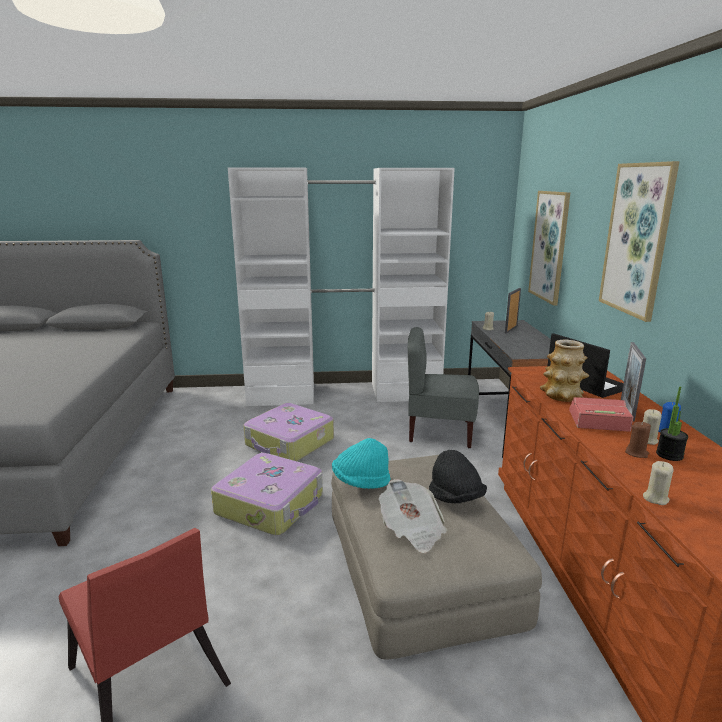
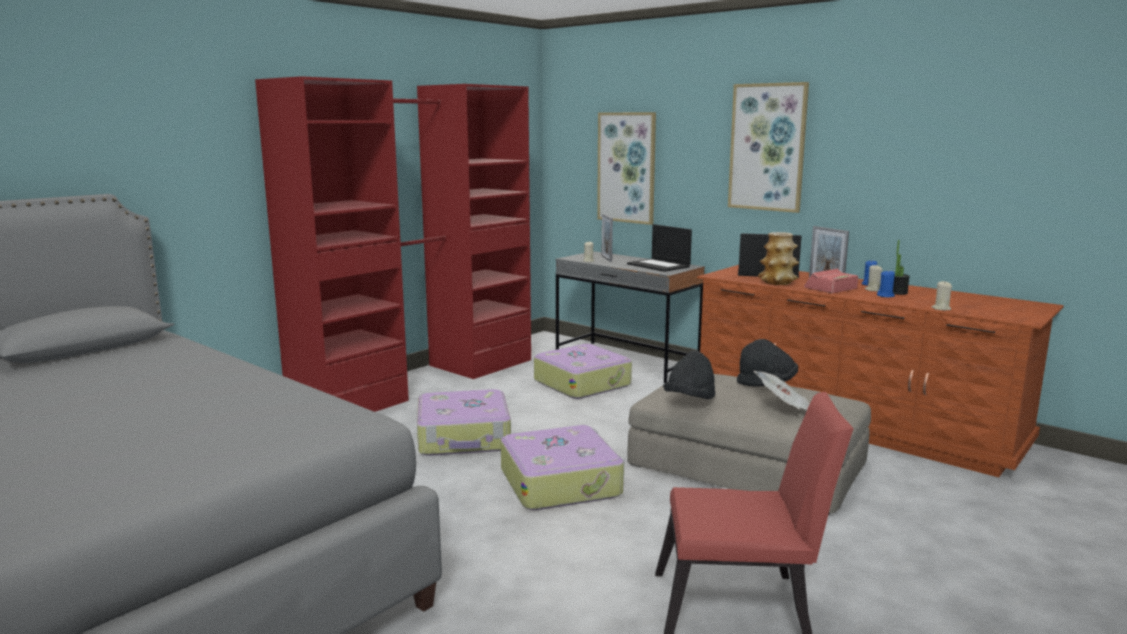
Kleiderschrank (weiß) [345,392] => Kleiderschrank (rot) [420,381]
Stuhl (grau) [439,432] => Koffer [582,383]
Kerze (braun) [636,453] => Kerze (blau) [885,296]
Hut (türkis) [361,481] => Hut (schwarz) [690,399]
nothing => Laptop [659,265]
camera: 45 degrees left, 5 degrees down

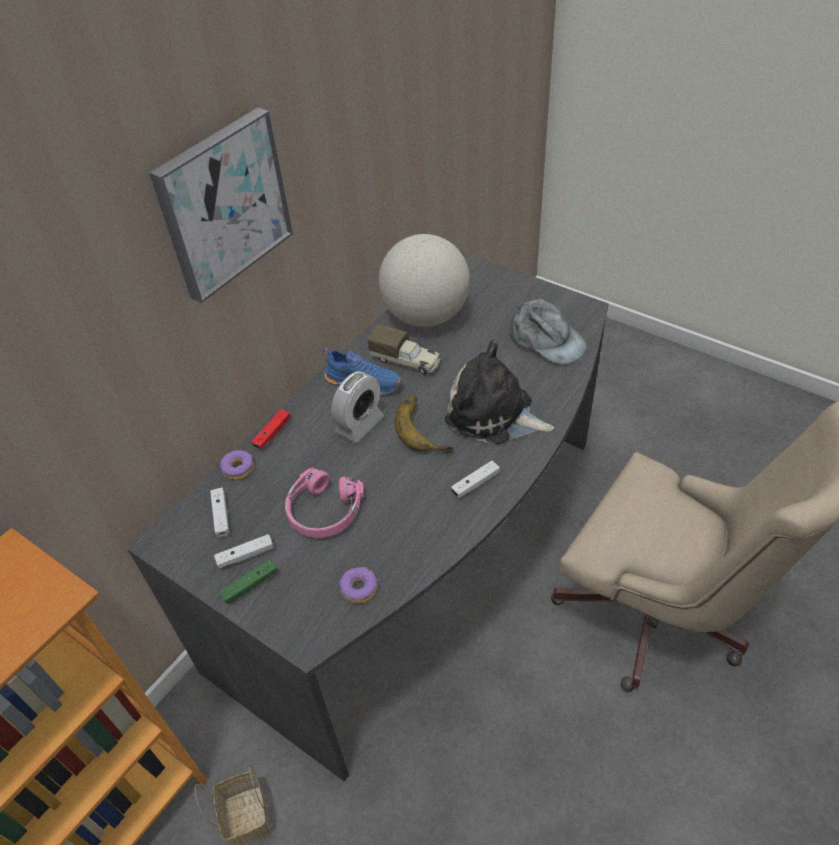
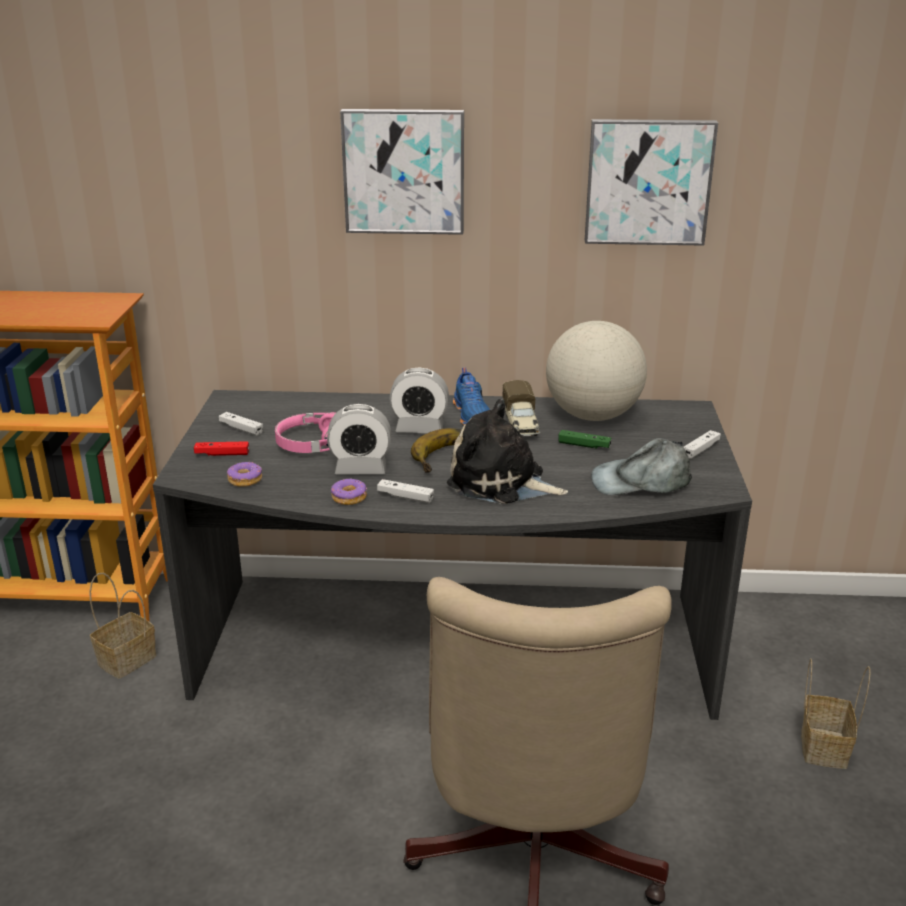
Kappe (grau) [546,340] => Kappe (grau) [641,481], 75 degrees clockwise
Plüschtier [493,415] => Plüschtier [501,482], 60 degrees counterclockwise
Gamepad (rot) [272,433] => Gamepad (rot) [222,454], move
Donut [238,468] => Donut [349,498], move
Gamepad (weiß) [221,516] => Gamepad (weiß) [701,449], move
Gamepad (grün) [250,585] => Gamepad (grün) [584,445], move
nothing => Bild [648,182]
nothing => Wecker [360,469]
nothing => Korb [822,746]
camera: 55 degrees right, 20 degrees down

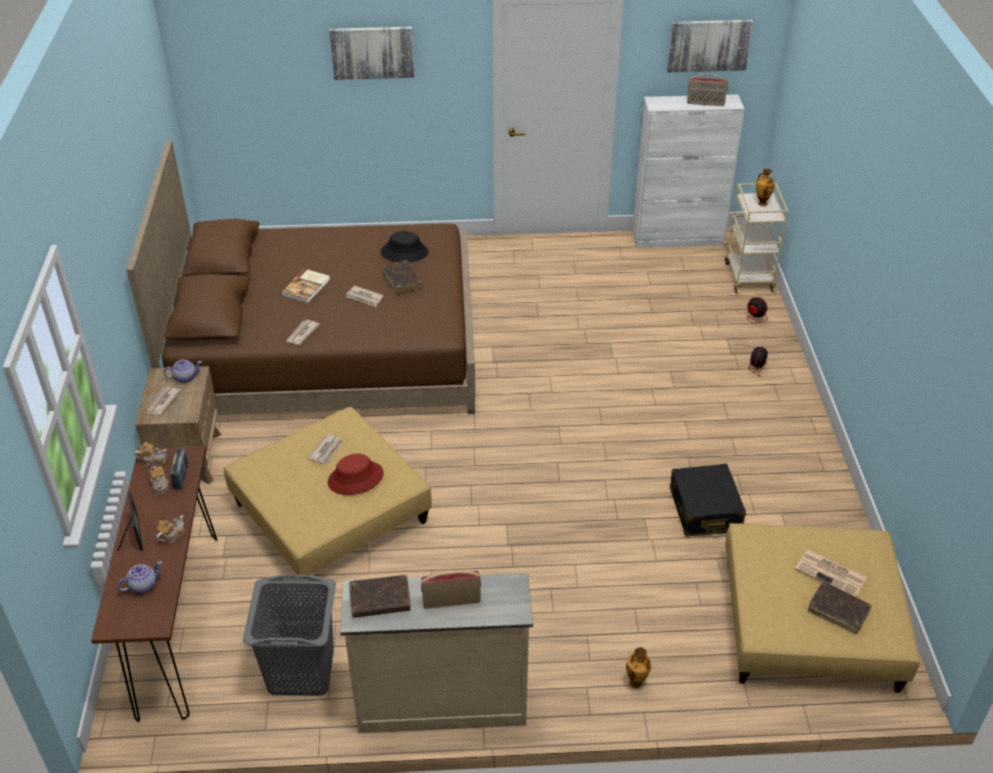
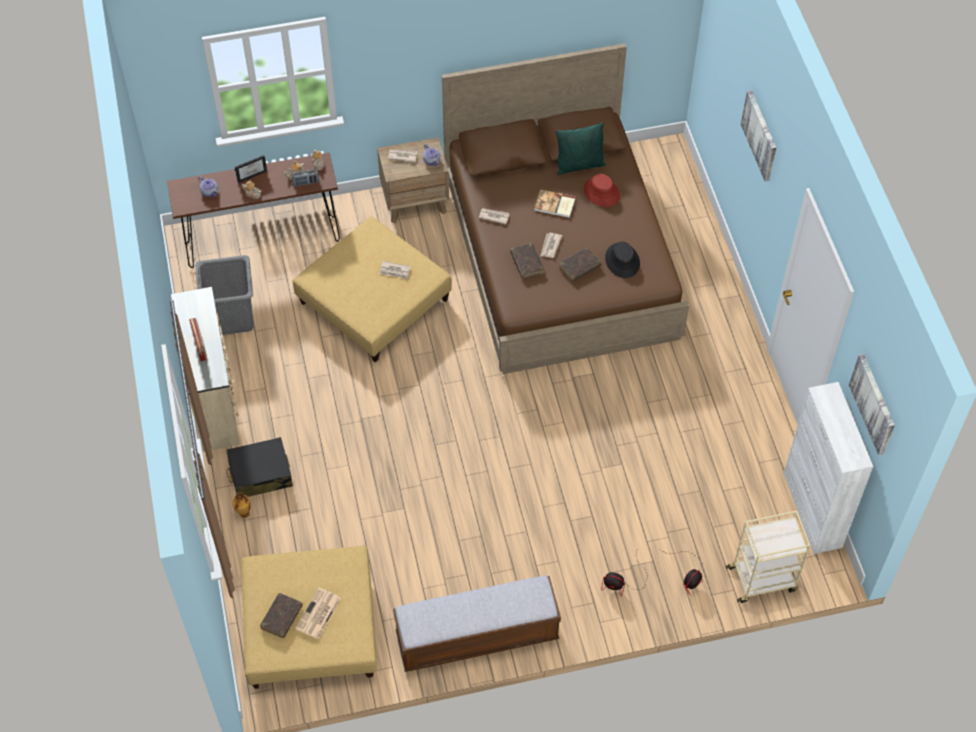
Radio [705,103] => nothing
Vase [761,203] => nothing
Hut (rot) [355,478] => Hut (rot) [601,192], move
Koffer (schwarz) [705,510] => Koffer (schwarz) [260,474], move
Buch (braun) [380,601] => Buch (braun) [527,263], move
nothing => Kissen (grün) [579,165]
nothing => Bank [476,637]
camera: 80 degrees right, 15 degrees up

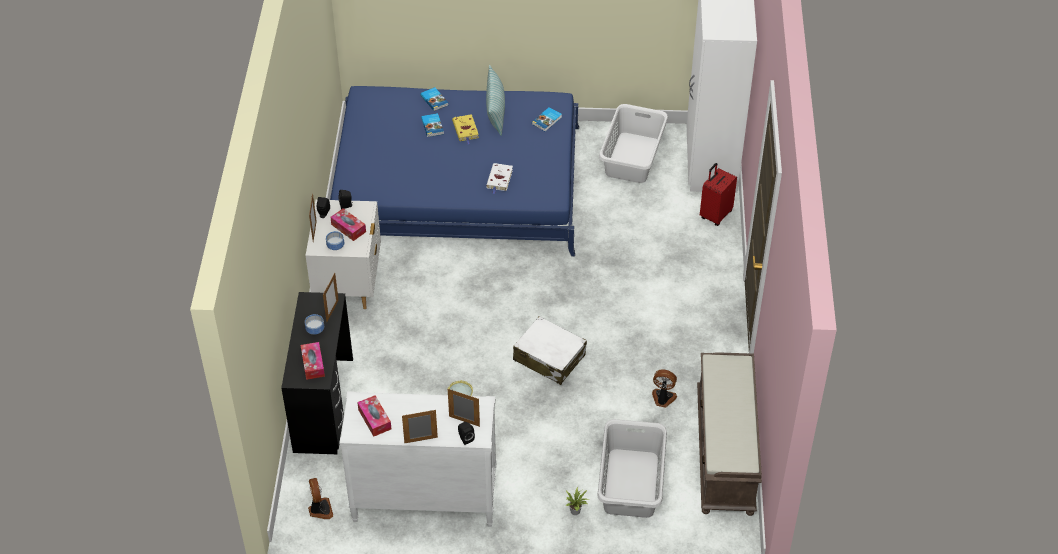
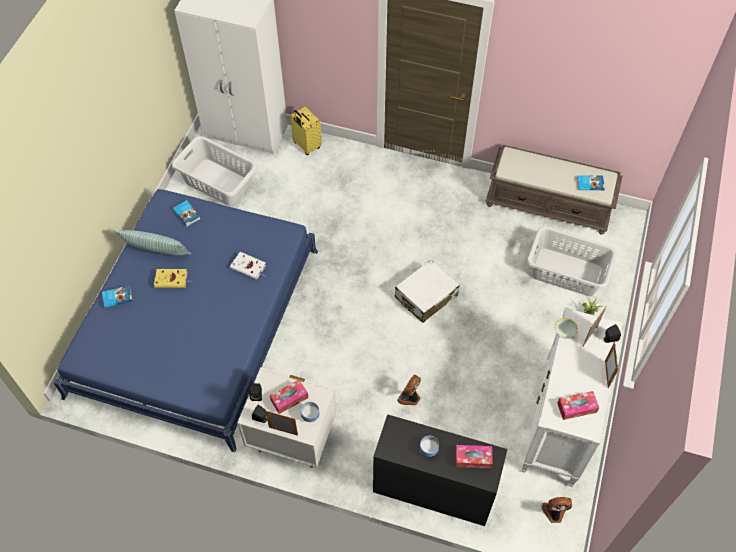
Buch [433,126] => Buch [590,183], move
Koffer (rot) [715,215] => Koffer (gelb) [306,146]
Bilderrahmen [332,311] => nothing
Ventilator [663,399] => Ventilator [410,397], move
camera: 75 degrees left, 10 degrees up

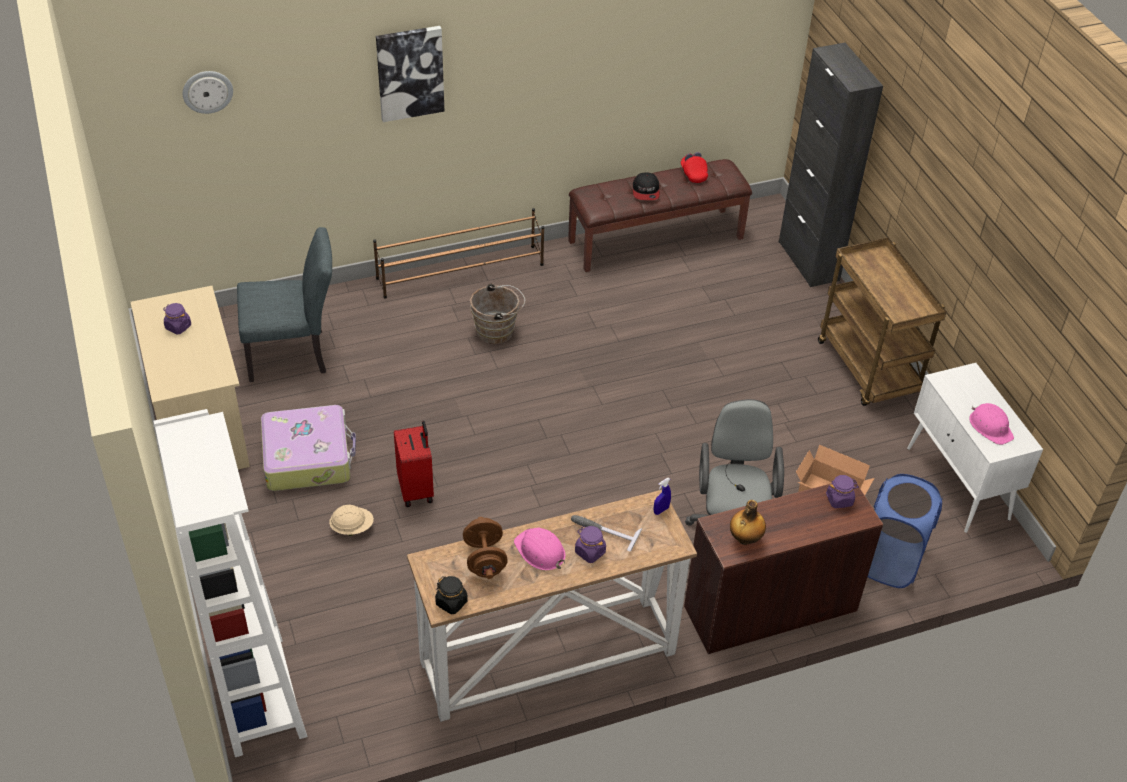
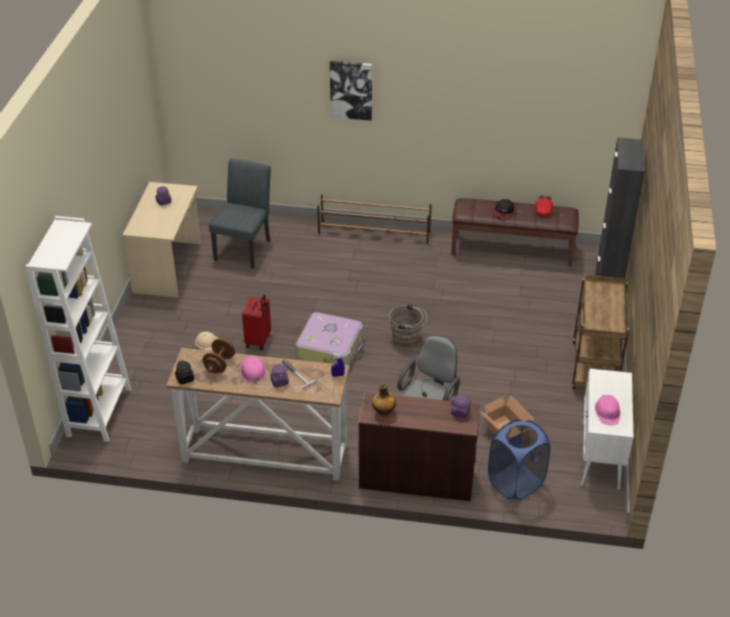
Wanduhr [207,91] => nothing
Stuhl (grau) [294,354] => Stuhl (grau) [245,247], 90 degrees counterclockwise
Eimer (braun) [498,331] => Eimer (braun) [407,338], move
Koffer [308,457] => Koffer [330,348], move
camera: 30 degrees right, 5 degrees down

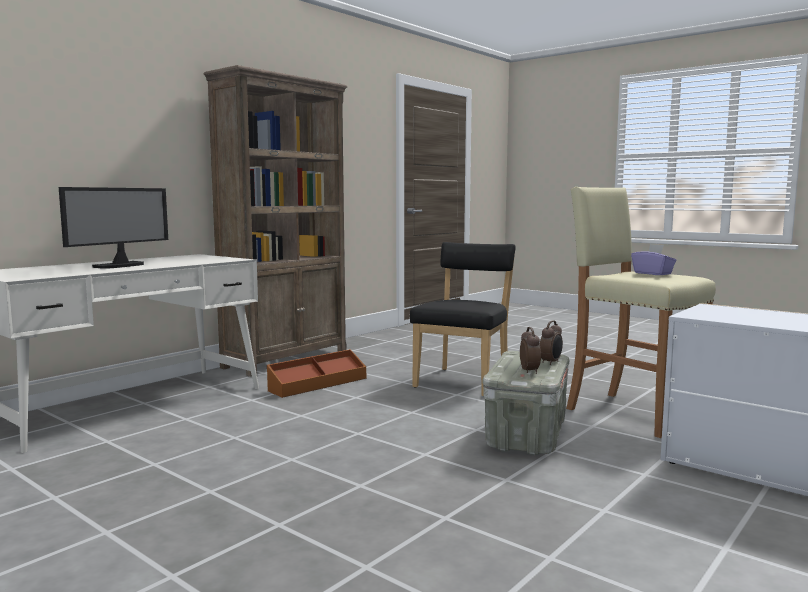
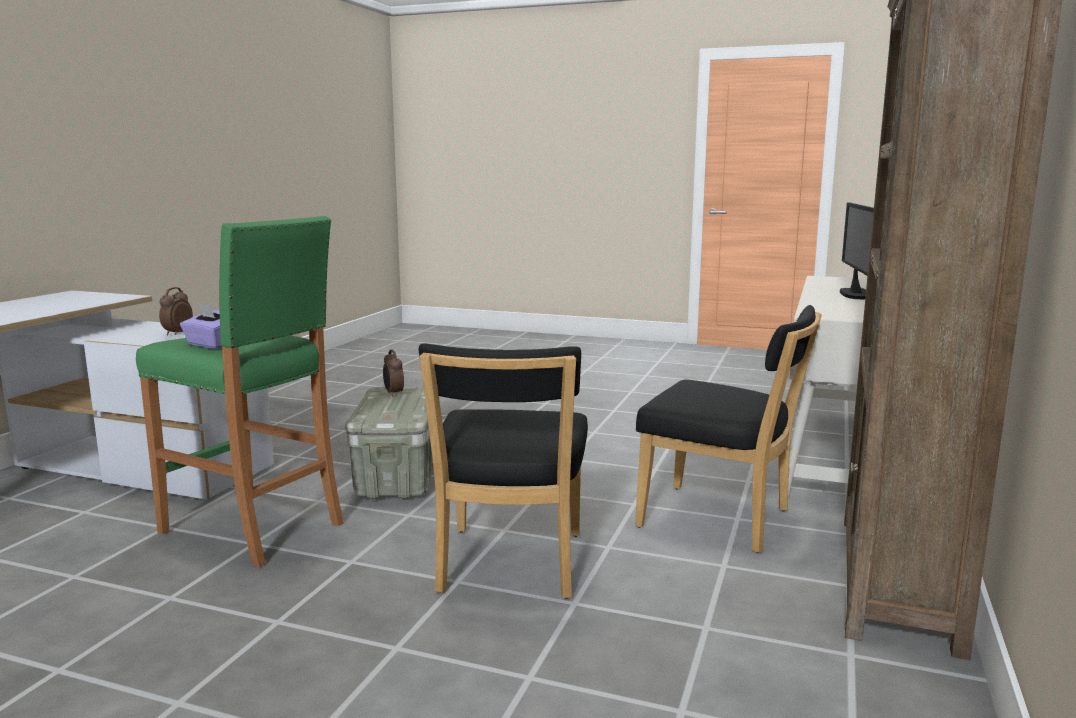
Hocker (beige) [632,413] => Hocker (grün) [253,528]
Wecker [551,362] => Wecker [177,333], move
Aufbewahrungsbox (braun) [317,384] => Stuhl (schwarz) [721,520]
camera: 160 degrees right, 5 degrees up

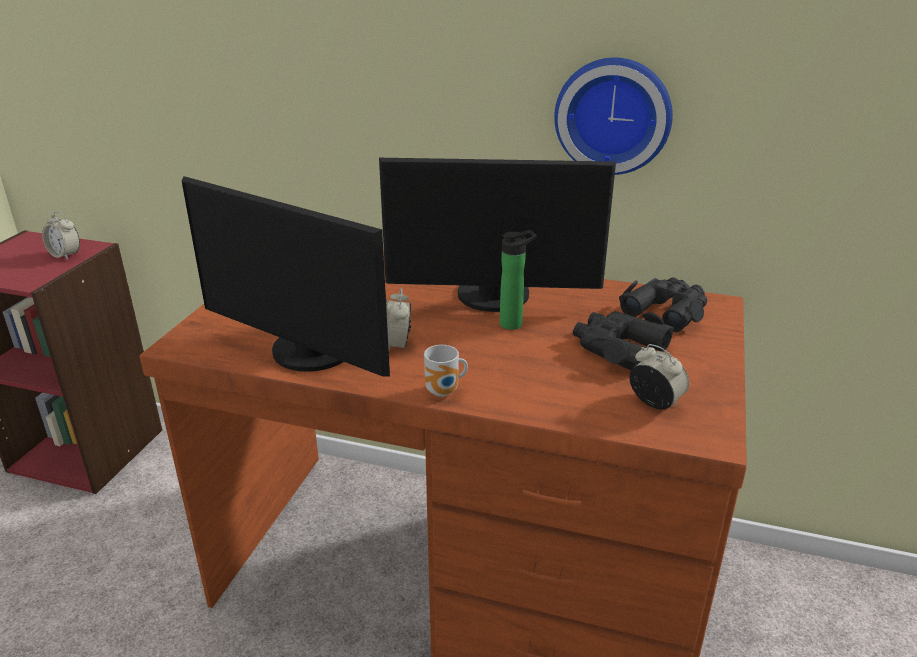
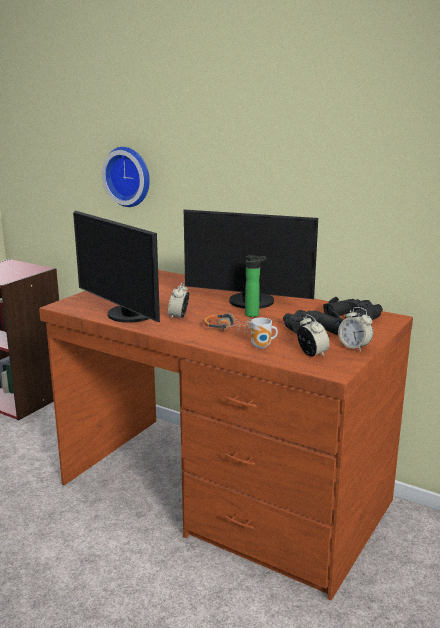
Wanduhr [613,115] => Wanduhr [129,176], move
Wecker [65,255] => Wecker [354,347], move
Henkelbecher [444,392] => Henkelbecher [262,347], move
nothing => Kopfhörer [229,328]
camera: 15 degrees right, 10 degrees down

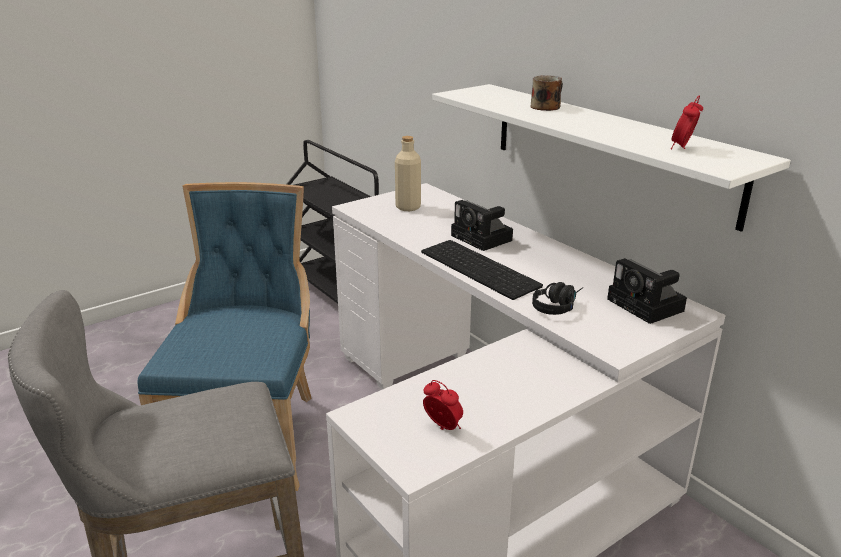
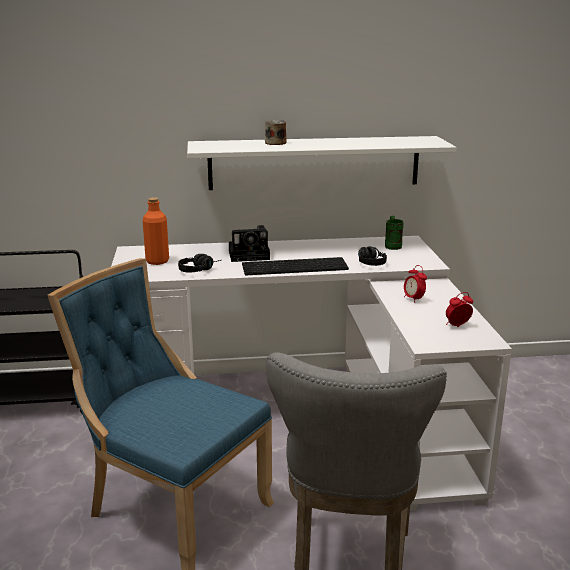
Wecker [682,148] => Wecker [413,299], move
Flasche (beige) [408,207] => Flasche (orange) [157,261]
Kamera [648,306] => Henkelbecher (grün) [392,245]
nothing => Kopfhörer (schwarz) [200,270]
camera: 60 degrees left, 5 degrees down

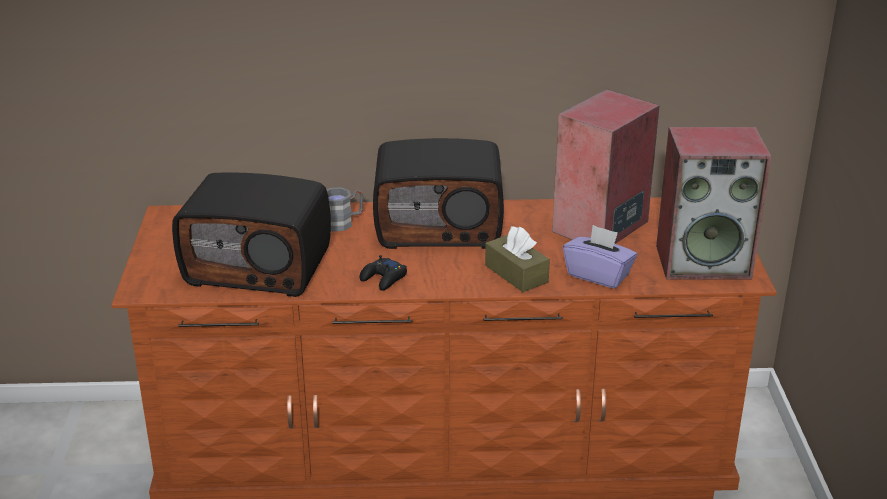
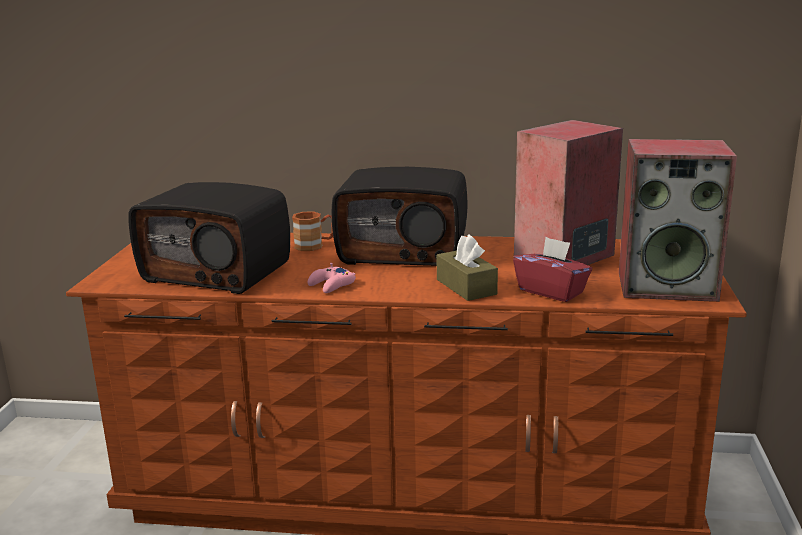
Henkelbecher (grau) [343,222] => Henkelbecher (braun) [314,245]
Taschentuchbox (lila) [598,275] => Taschentuchbox (rot) [551,291]
Gamepad (schwarz) [383,279] => Gamepad (rosa) [332,285]
camera: 10 degrees right, 10 degrees down

